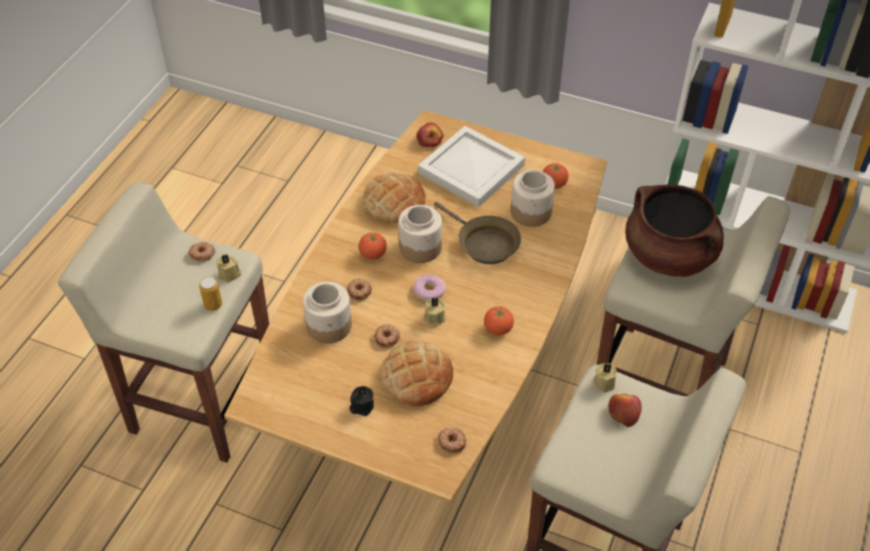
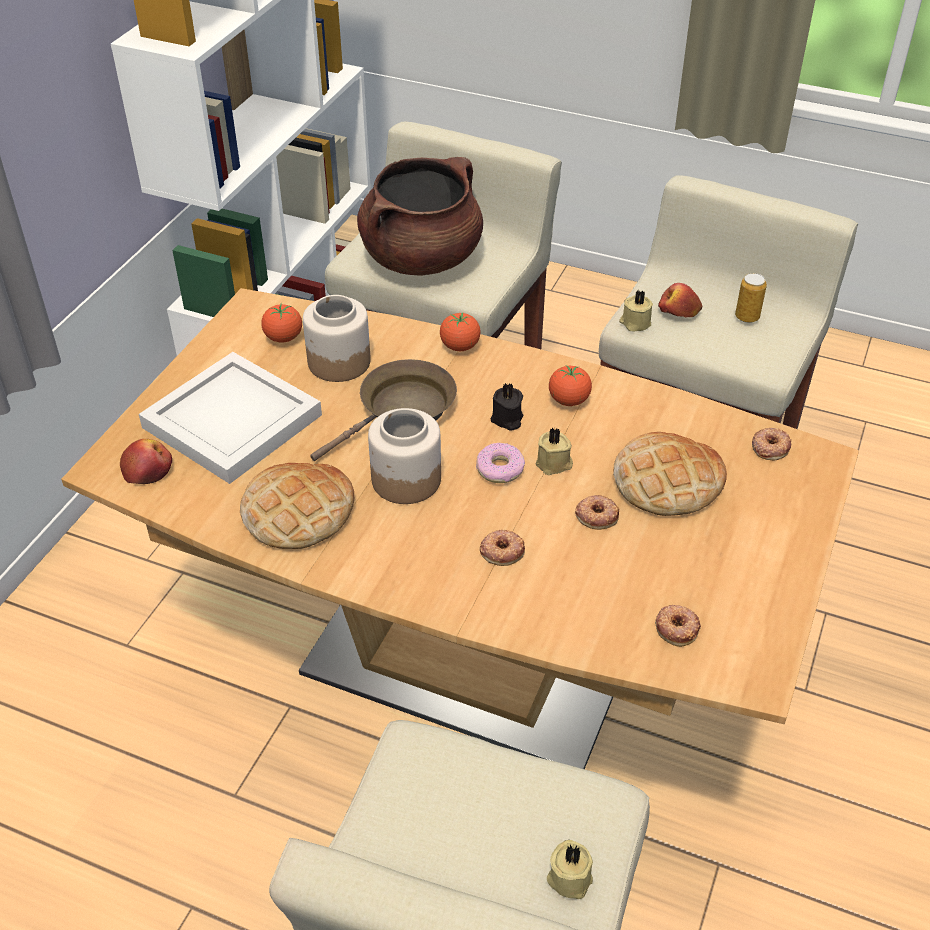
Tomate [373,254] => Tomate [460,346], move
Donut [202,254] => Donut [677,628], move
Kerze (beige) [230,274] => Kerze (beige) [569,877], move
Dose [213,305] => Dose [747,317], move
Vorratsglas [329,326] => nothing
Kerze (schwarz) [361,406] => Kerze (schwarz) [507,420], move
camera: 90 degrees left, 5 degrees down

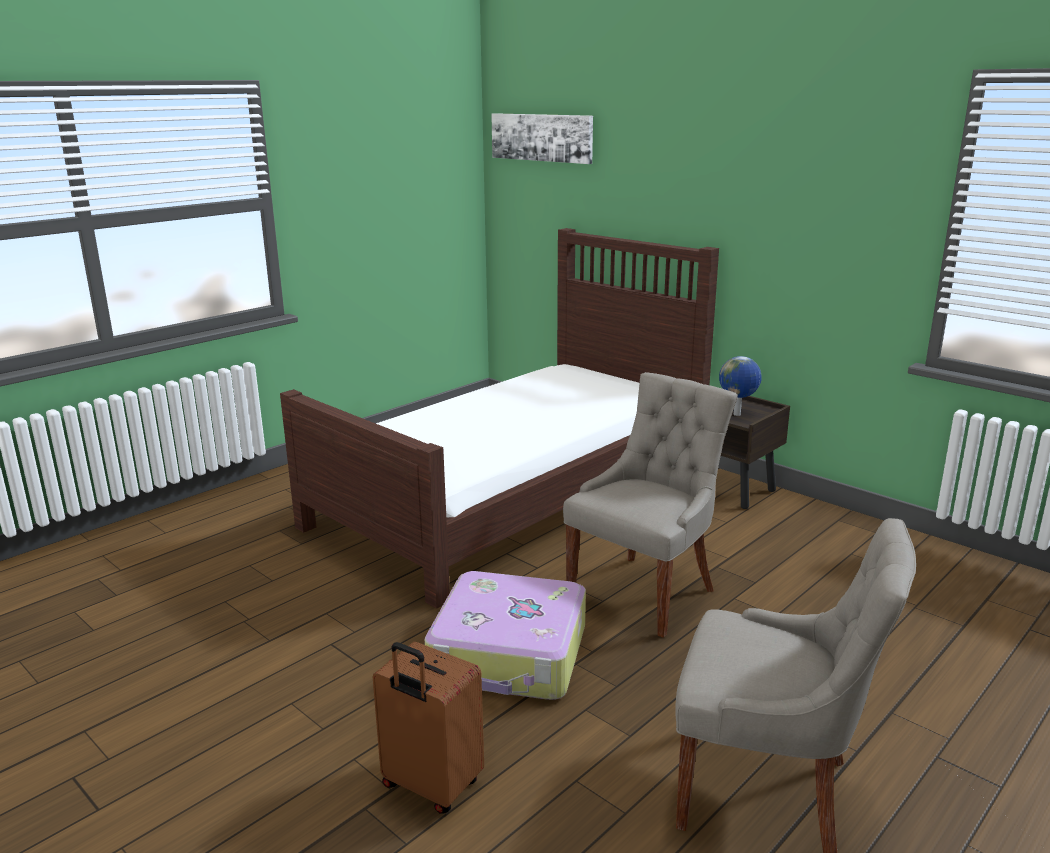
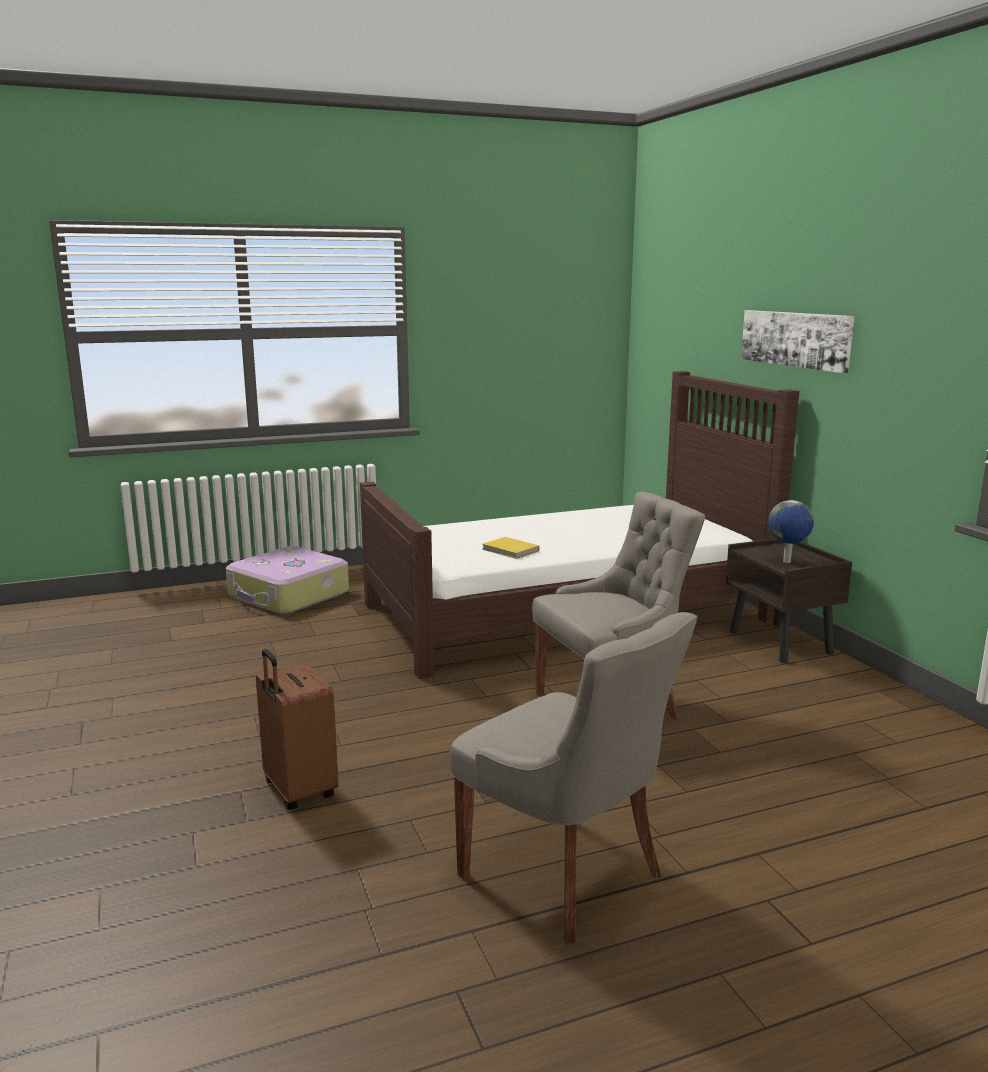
Bild [542,137] => Bild [796,339], move
Koffer [510,655] => Koffer [288,595], move
nothing => Buch (gelb) [511,550]
camera: 25 degrees right, 5 degrees down

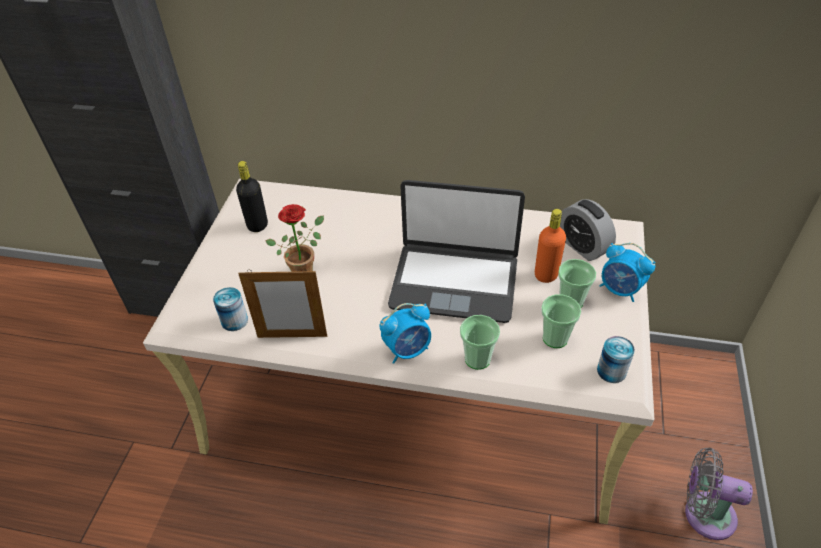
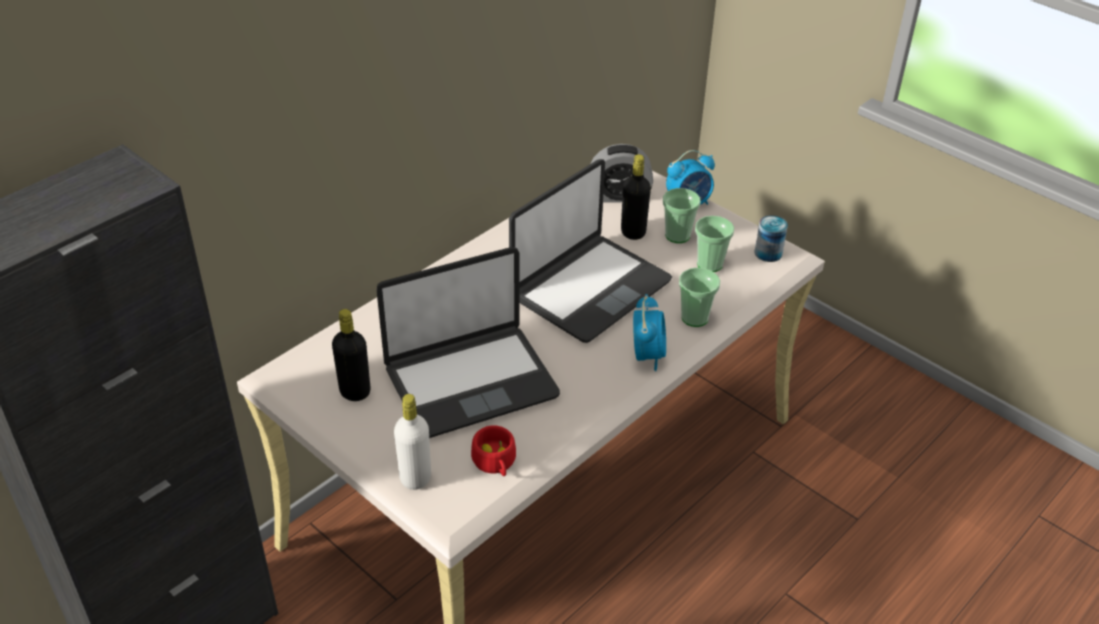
Topfpflanze [305,270] => Laptop [470,381]
Flasche (orange) [546,275] => Flasche (schwarz) [633,232]
Bilderrahmen [292,336] => nothing
Dose [234,320] => Tasse (rot) [495,463]
Ventilator (grau) [704,513] => nothing
nothing => Flasche (weiß) [415,478]
camera: 60 degrees left, 5 degrees down

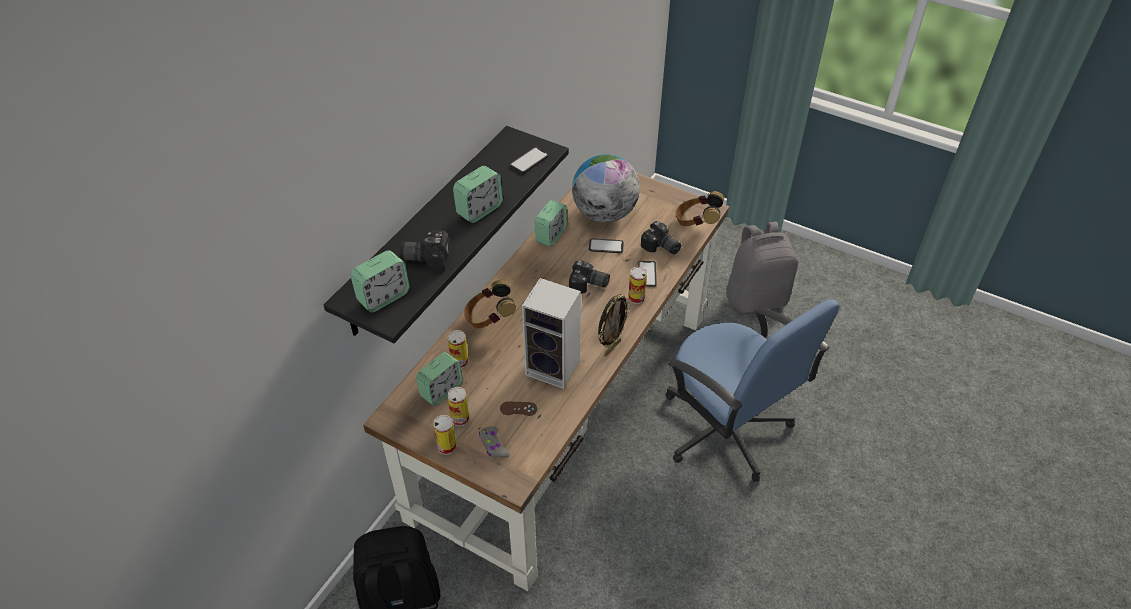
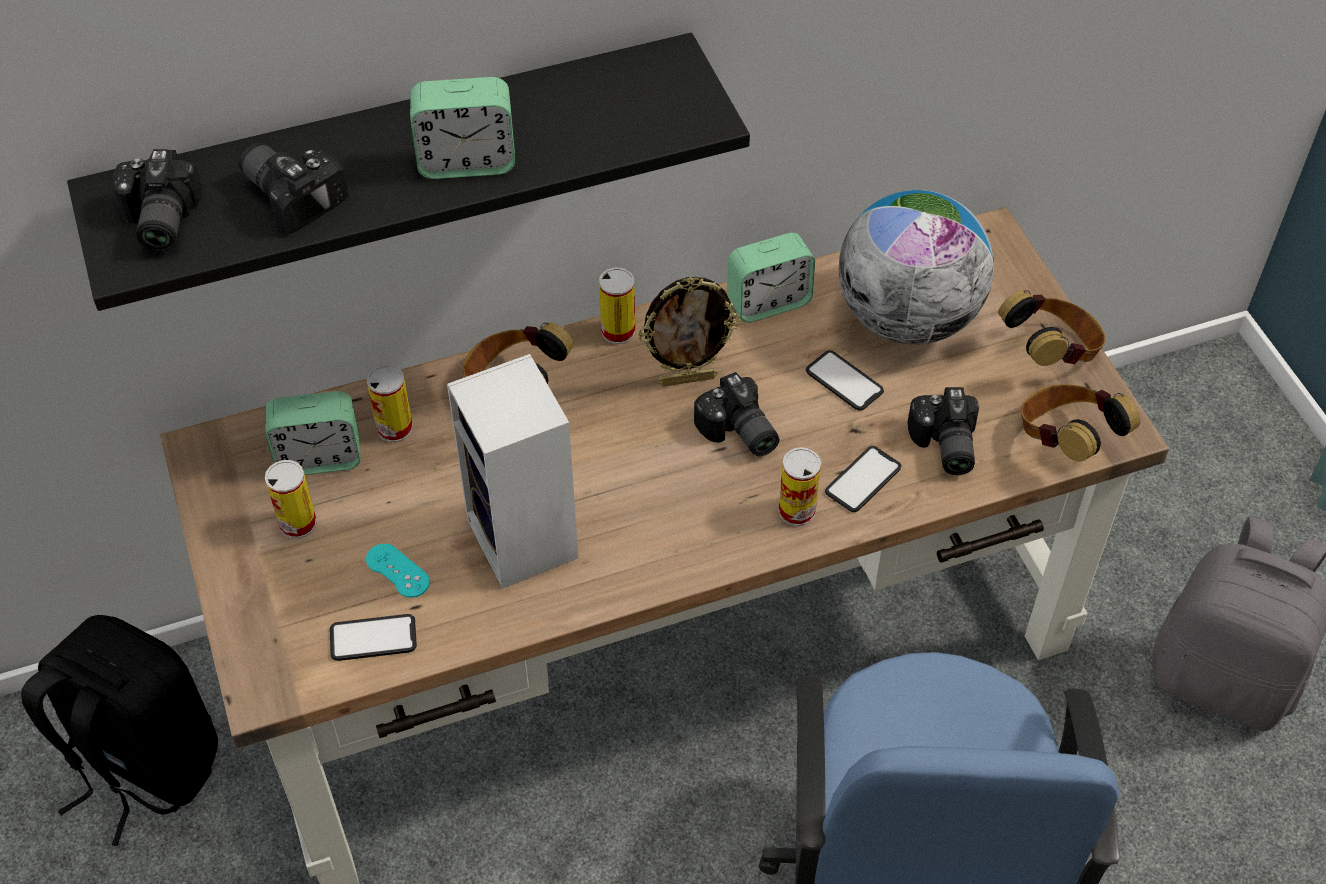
Handy [529,160] => Handy [373,638], move
Wecker [383,297] => Kamera [157,222]
Bilderrahmen [611,347] => Bilderrahmen [687,379], move
Gamepad (braun) [518,409] => Gamepad (türkis) [397,571]
Dose [447,446] => Dose [618,331], move
Gamepad (grau) [493,445] => nothing
nothing => Kopfhörer [1050,353]
camera: 40 degrees right, 5 degrees up

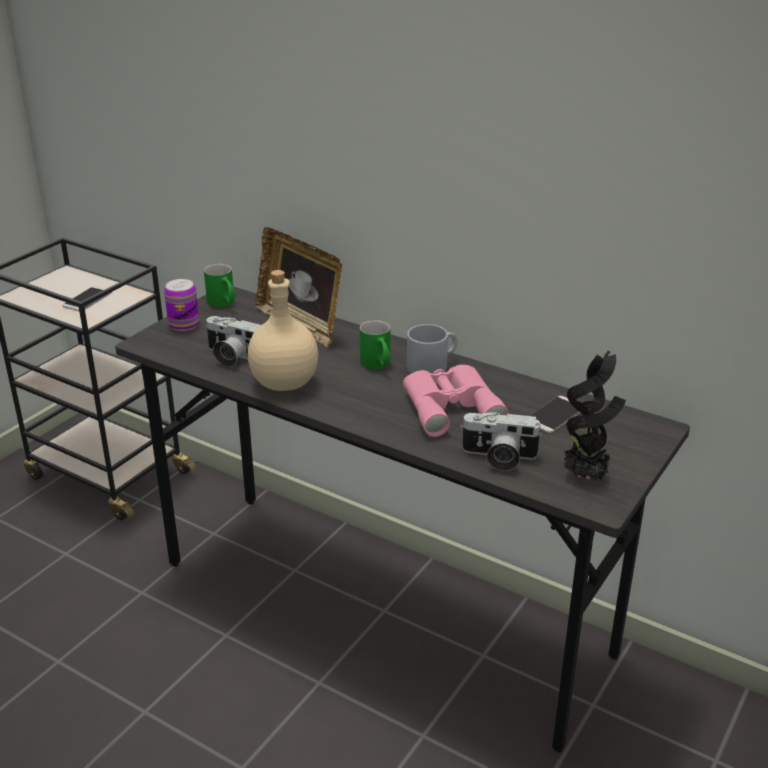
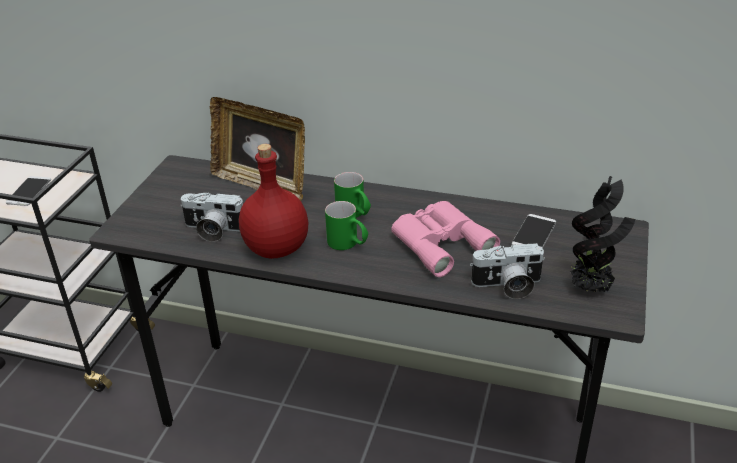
Henkelbecher (grün) [224,304] => Henkelbecher (grün) [348,244], move
Flasche (beige) [283,383] => Flasche (rot) [275,248]
Dose [184,324] => nothing
Henkelbecher (grau) [432,365] => nothing
camera: 15 degrees left, 5 degrees up

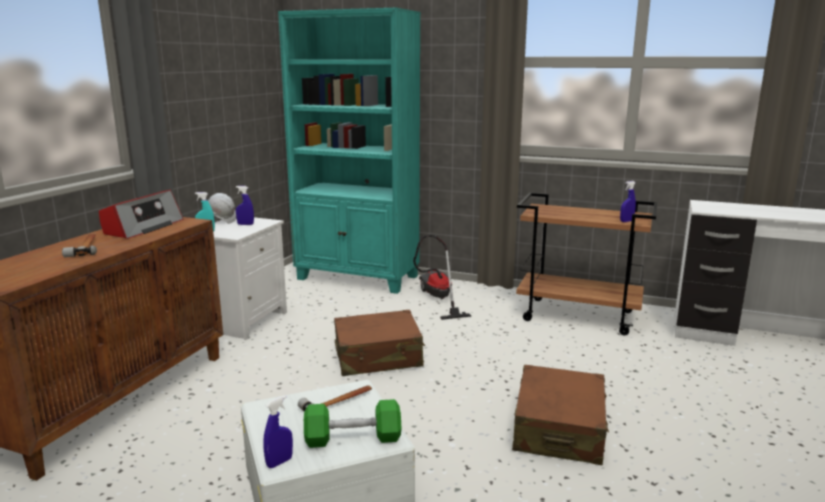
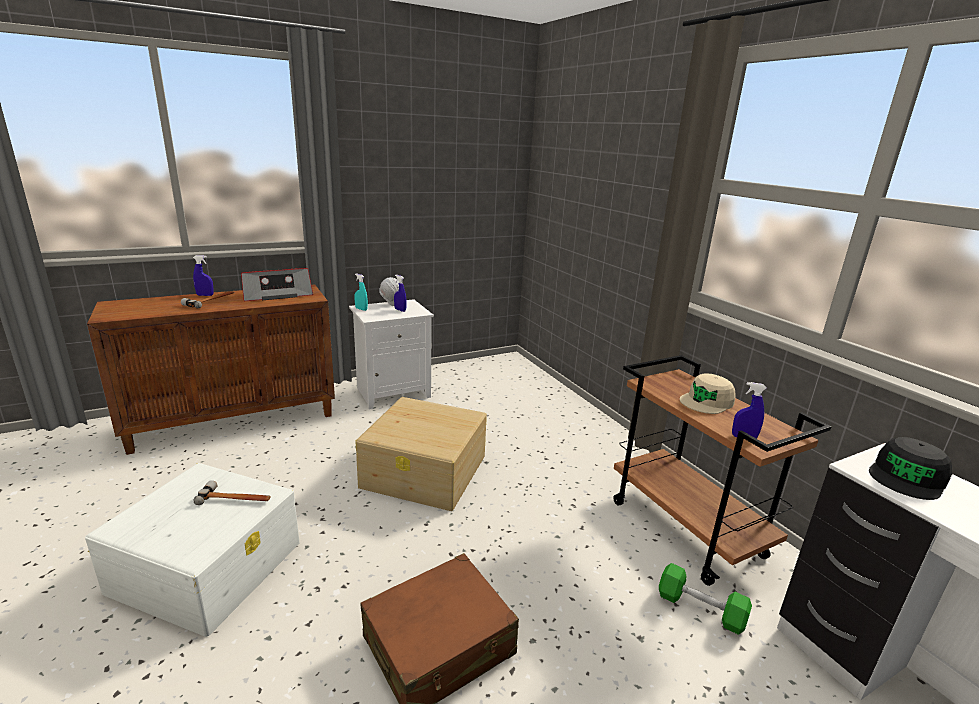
Bücherregal (türkis) [358,278] => nothing
Staubsauger [437,299] => nothing
Koffer (braun) [378,357] => Aufbewahrungsbox (beige) [425,471]
Sprühflasche (blau) [279,462] => Sprühflasche (blau) [205,295], move
Hantel (grün) [353,438] => Hantel (grün) [700,609], move
nothing => Kappe (beige) [707,401]
nothing => Kappe (schwarz) [907,477]
camera: 40 degrees right, 5 degrees up

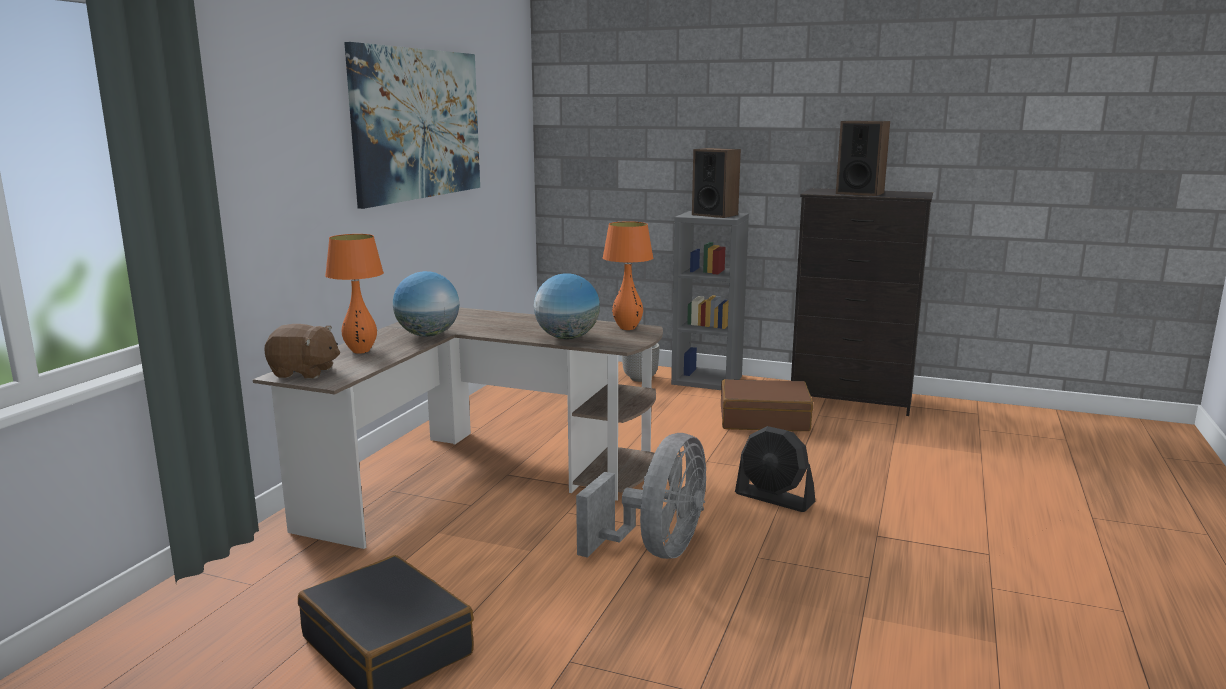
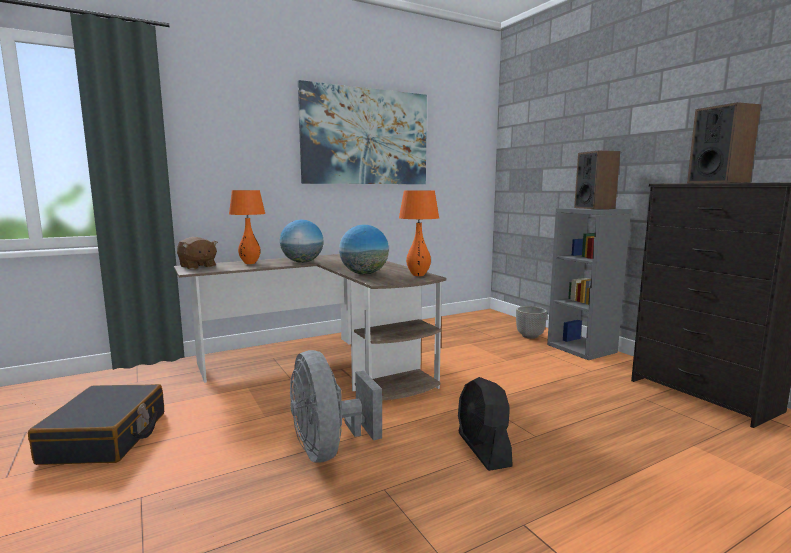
Koffer (braun) [764,419] => nothing
Ventilator (grau) [656,550] => Ventilator (grau) [329,449], 90 degrees clockwise
camera: 40 degrees right, 5 degrees down

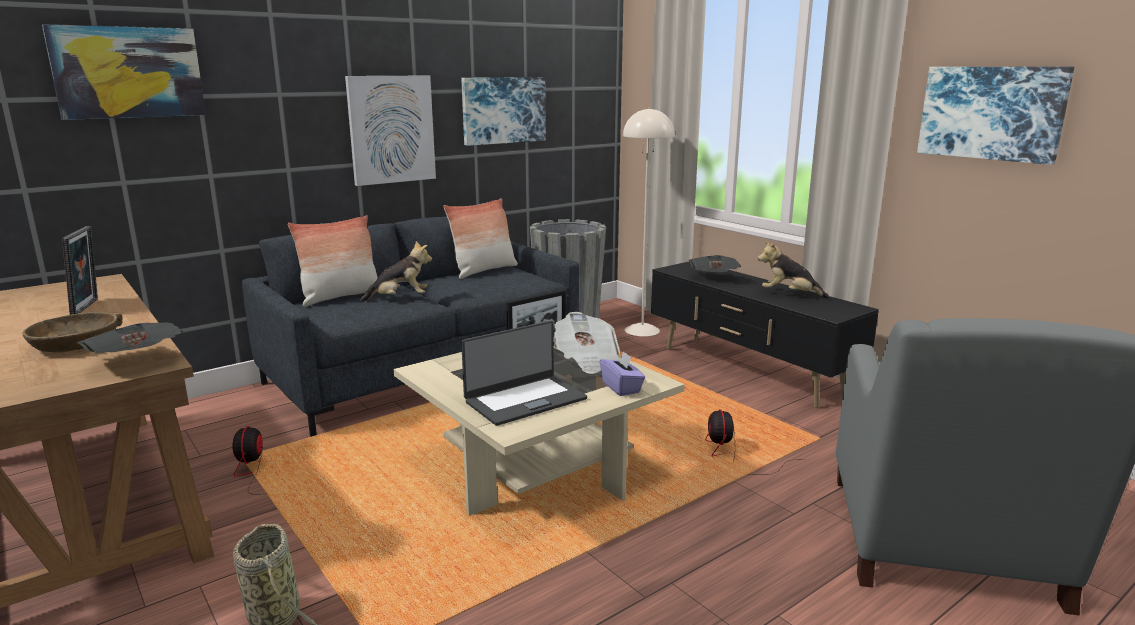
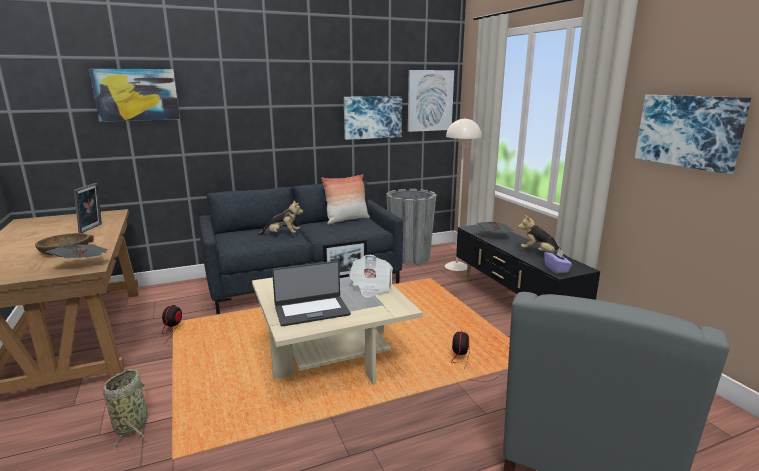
Bild [391,129] => Bild [430,100], move
Kissen [340,297] => nothing
Taschentuchbox (lila) [622,388] => Taschentuchbox (lila) [556,269], move
camera: 15 degrees right, 0 degrees up

